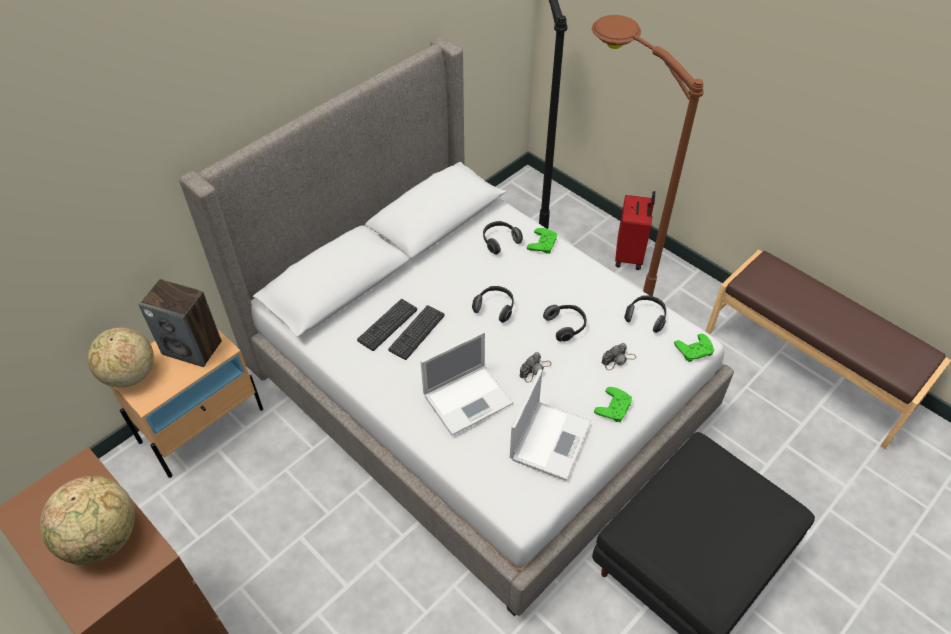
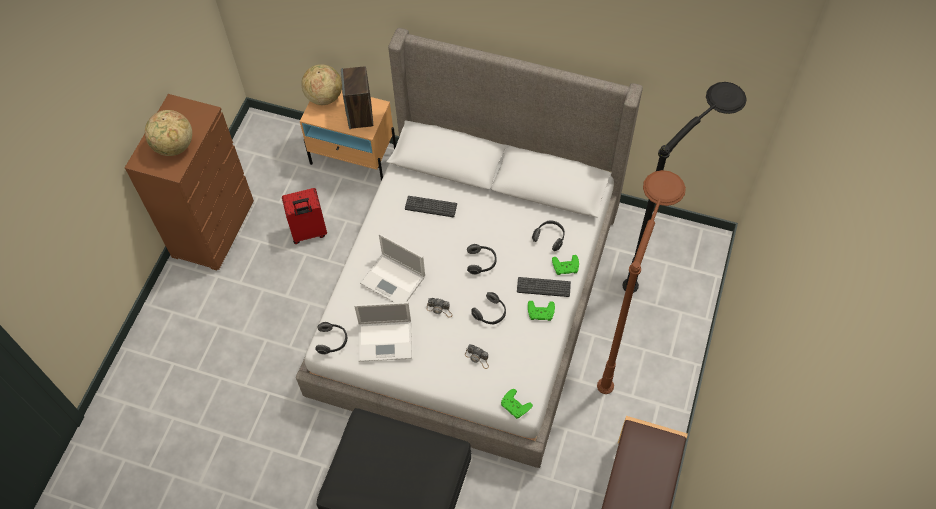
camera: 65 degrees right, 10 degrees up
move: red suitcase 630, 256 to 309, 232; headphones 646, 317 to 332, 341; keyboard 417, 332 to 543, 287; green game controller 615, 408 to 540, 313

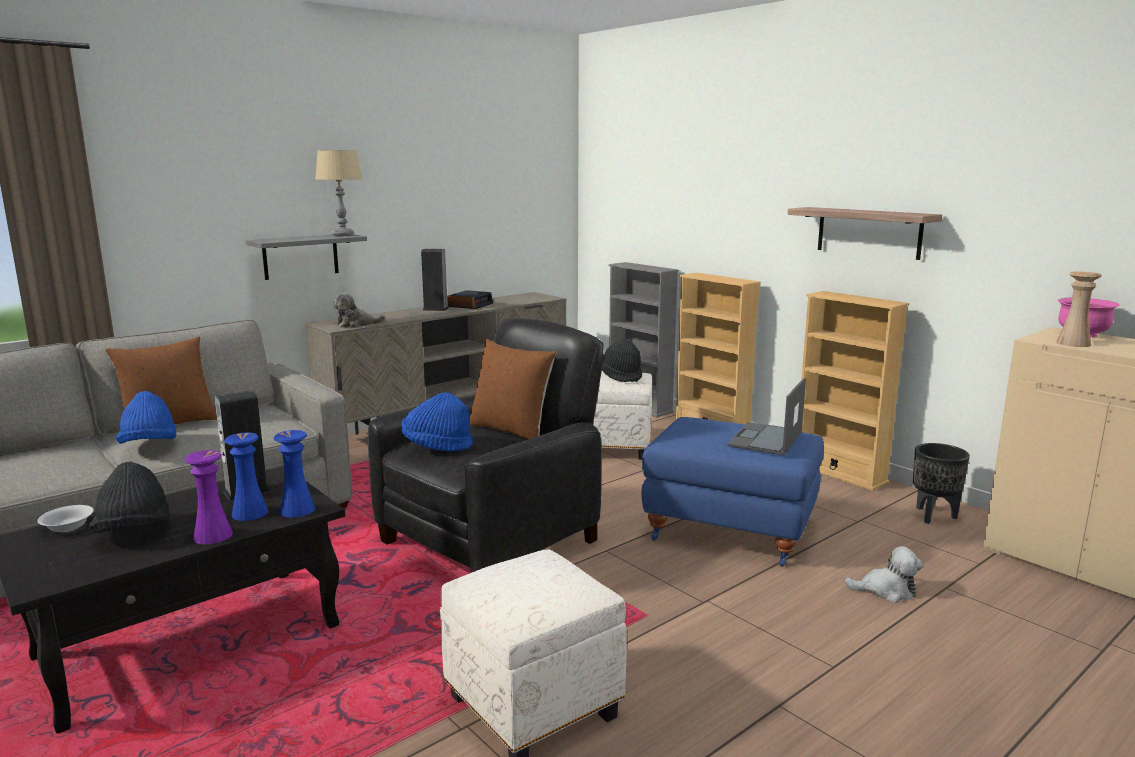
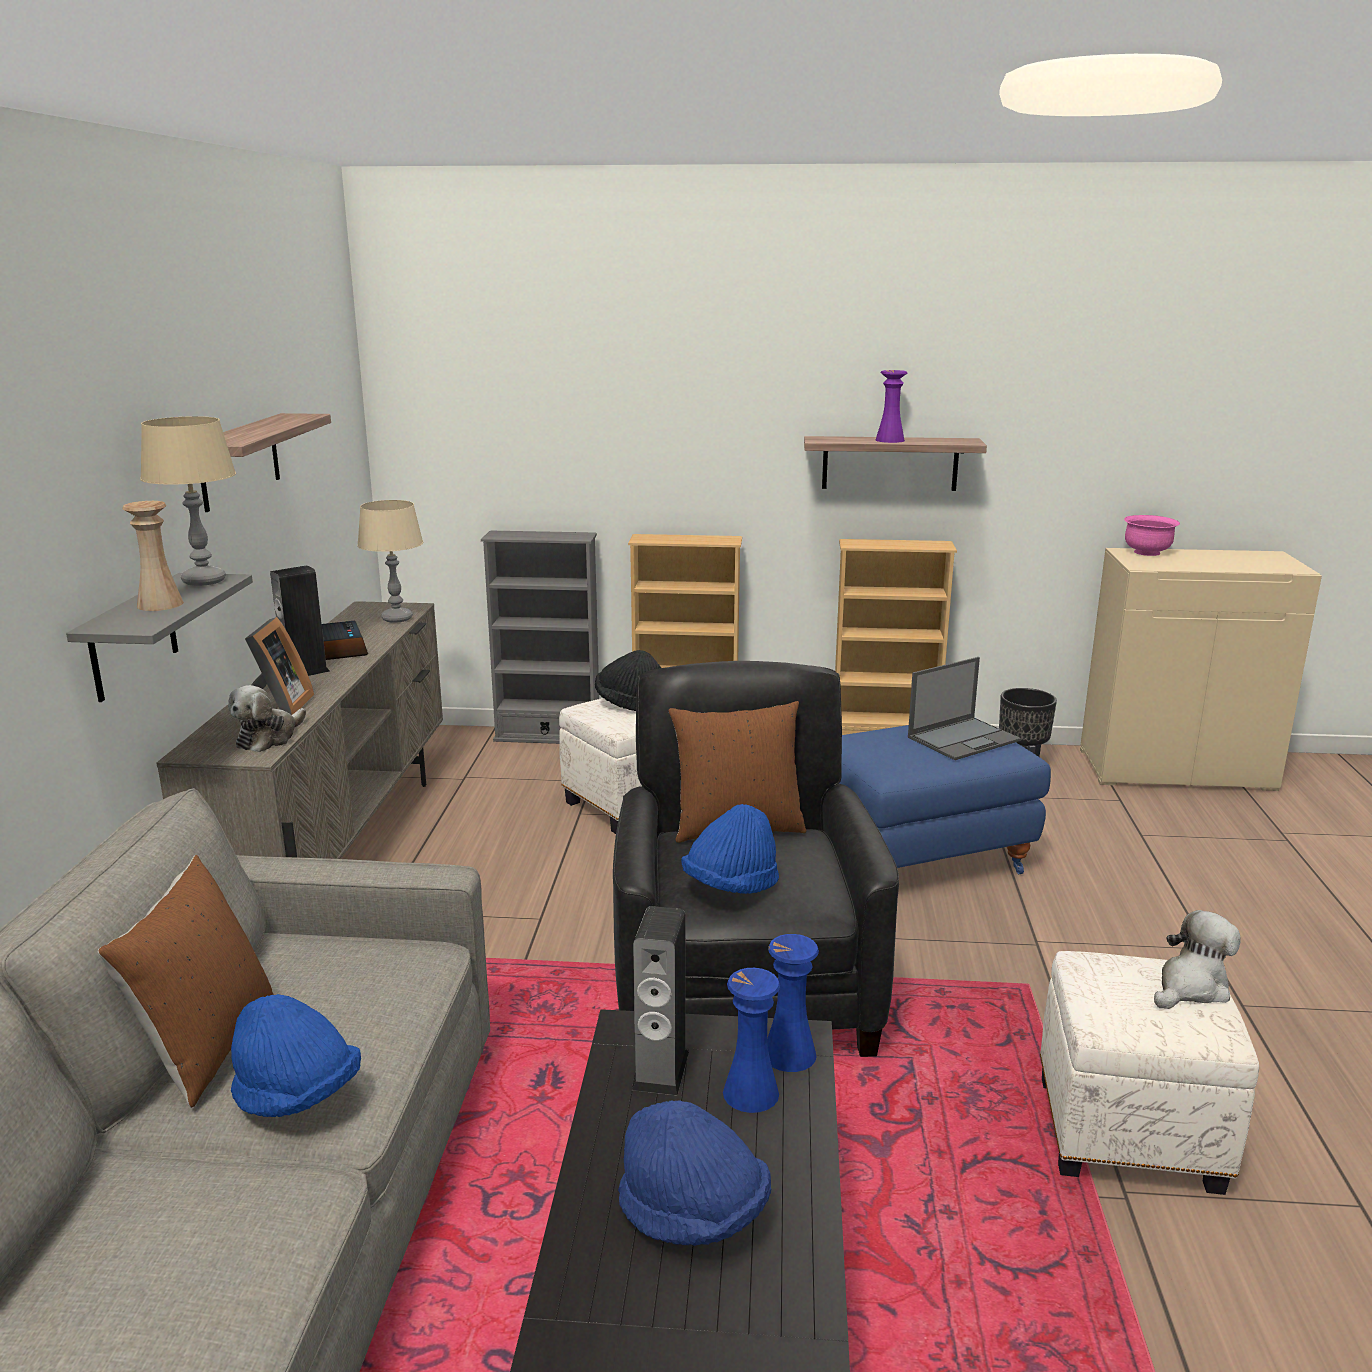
camera: 45 degrees left, 5 degrees up
delete: white bowl 68, 527
insert: shelf 239, 461; beige table lamp 397, 618; picture frame 277, 708
move: beige vase 1073, 343 to 160, 604; purple vase 213, 536 to 890, 440; plush toy 886, 591 to 1191, 987
recolor: black hat 134, 532 to blue hat 693, 1214
rotate: laptop 765, 439 = 964, 738 105 degrees counterclockwise

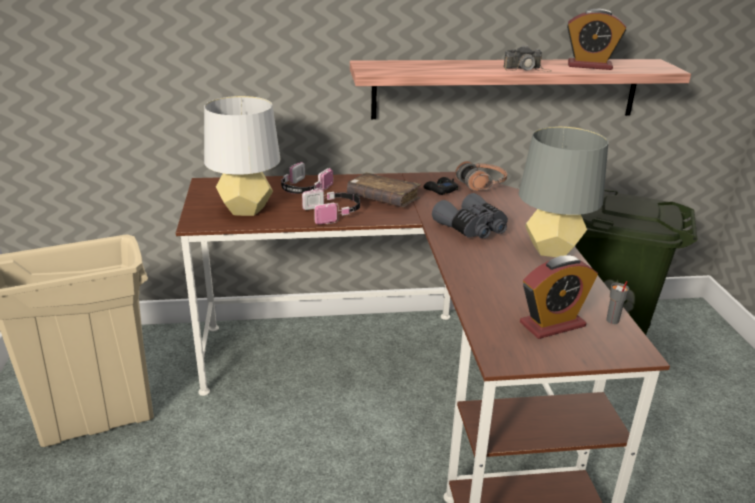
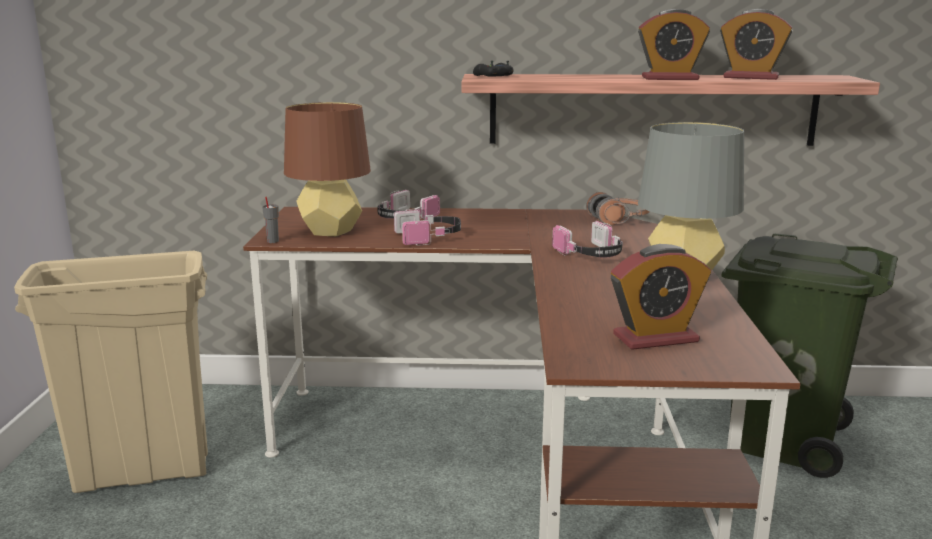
camera: 10 degrees right, 10 degrees down
delete: brown book 383, 199
move: black game controller 440, 190 to 493, 76; grey cup 612, 320 to 272, 241
replace: photo camera 527, 69 to alarm clock 670, 78; grey binoculars 472, 228 to headphones 591, 255
recolor: grey table lamp 246, 209 to brown table lamp 330, 231

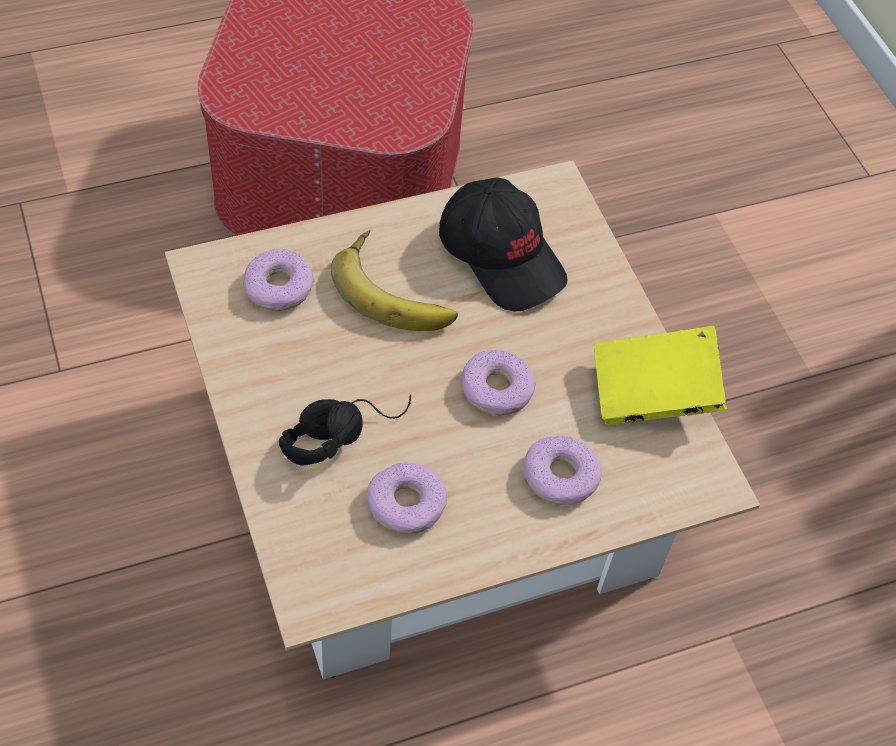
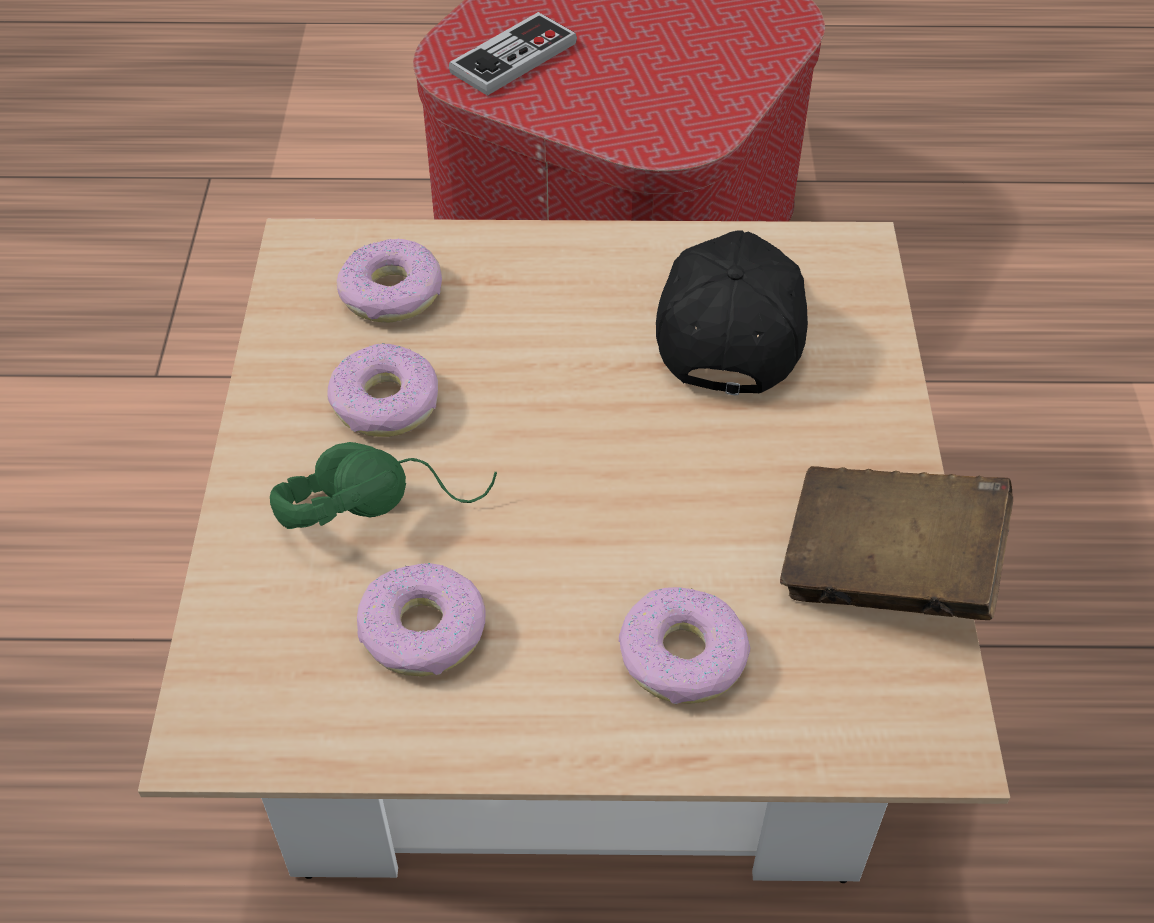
camera: 25 degrees right, 5 degrees down
delete: banana 397, 290
insert: game controller 513, 58
move: donut 496, 390 to 385, 404
recolor: yellow book 653, 395 to brown book 887, 573; black headphones 342, 430 to green headphones 382, 500
rotate: black cap 502, 257 = 730, 324 150 degrees counterclockwise

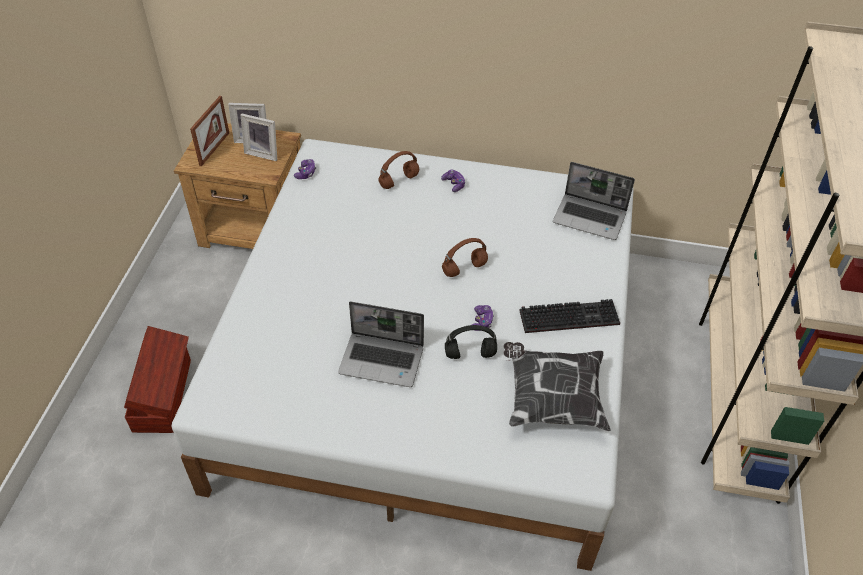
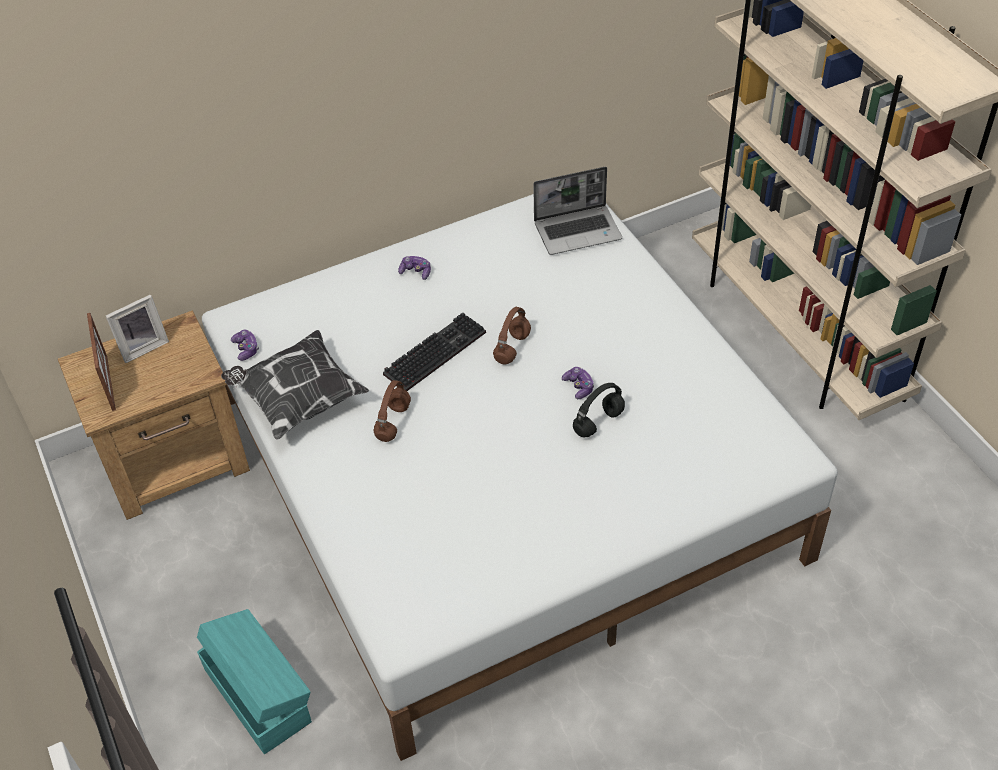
camera: 35 degrees left, 0 degrees up
delete: picture frame 263, 152; laptop 383, 360
move: brown headphones 399, 180 to 393, 421; keyboard 570, 316 to 435, 351; pillow 552, 398 to 298, 399
recolor: brown storage box 164, 394 to turquoise storage box 258, 693

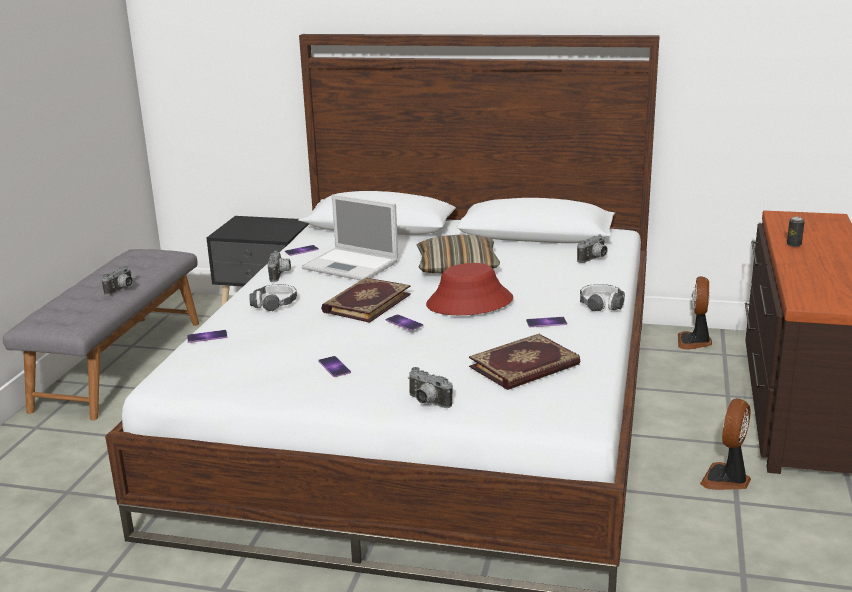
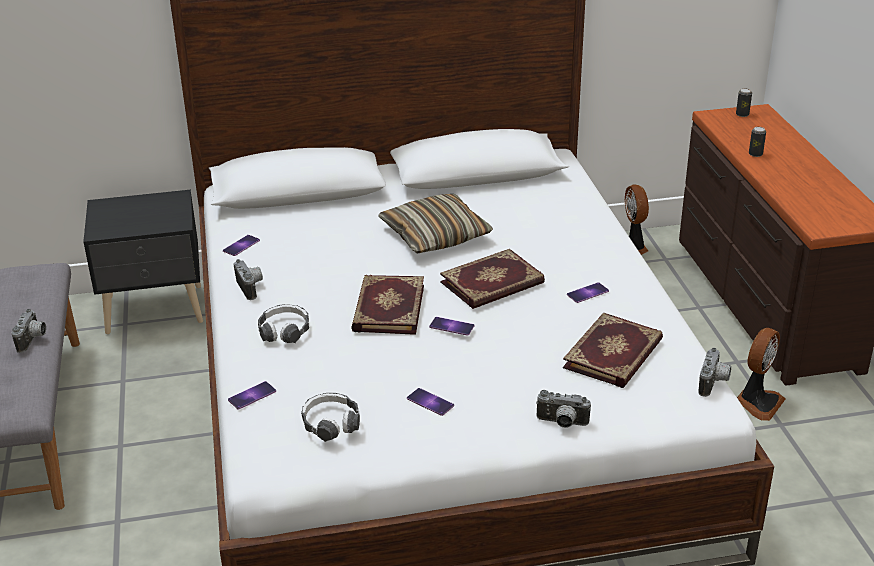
camera: 25 degrees left, 10 degrees up
delete: laptop 352, 265
insert: can 742, 114
move: photo camera 594, 259 to 714, 383; headphones 601, 304 to 331, 423
replace: red hat 469, 302 to book 493, 283
rotate: fan 727, 479 = 758, 402 150 degrees counterclockwise

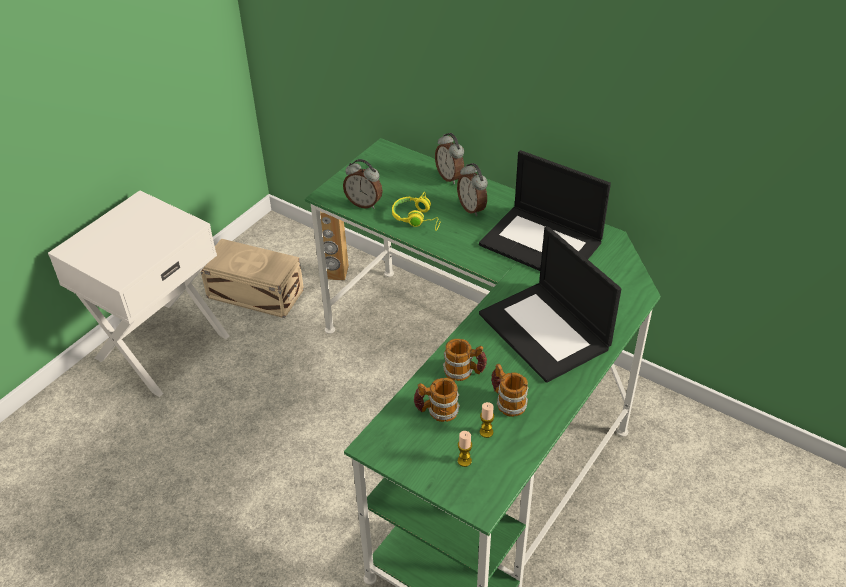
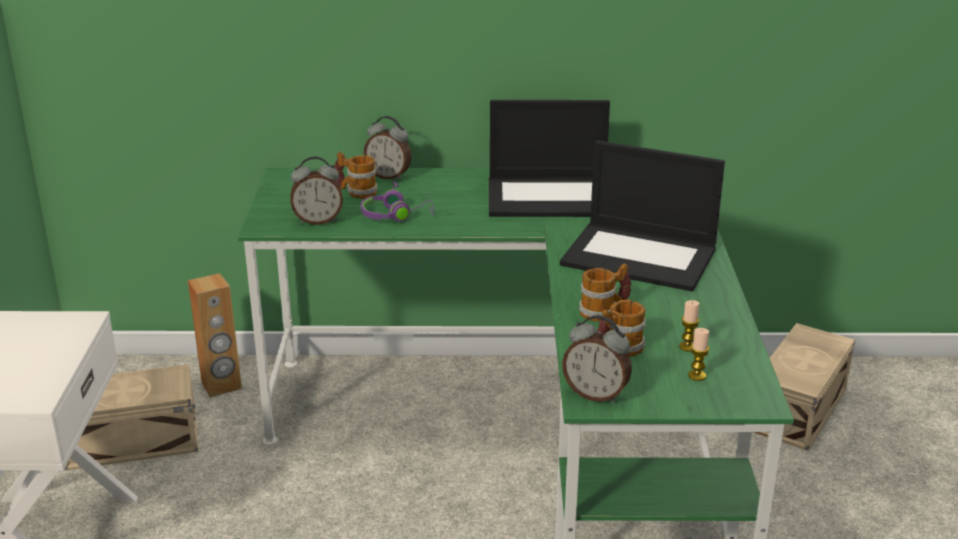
camera: 35 degrees left, 15 degrees down
insert: beige storage box 800, 409
move: alarm clock 472, 208 to 596, 394; mug 507, 401 to 356, 192
recolor: yellow headphones 417, 219 to purple headphones 395, 216

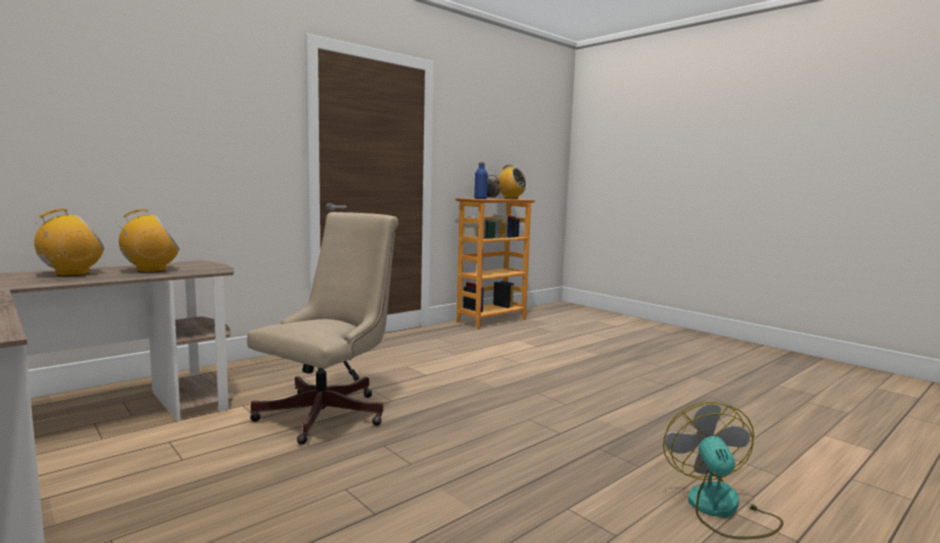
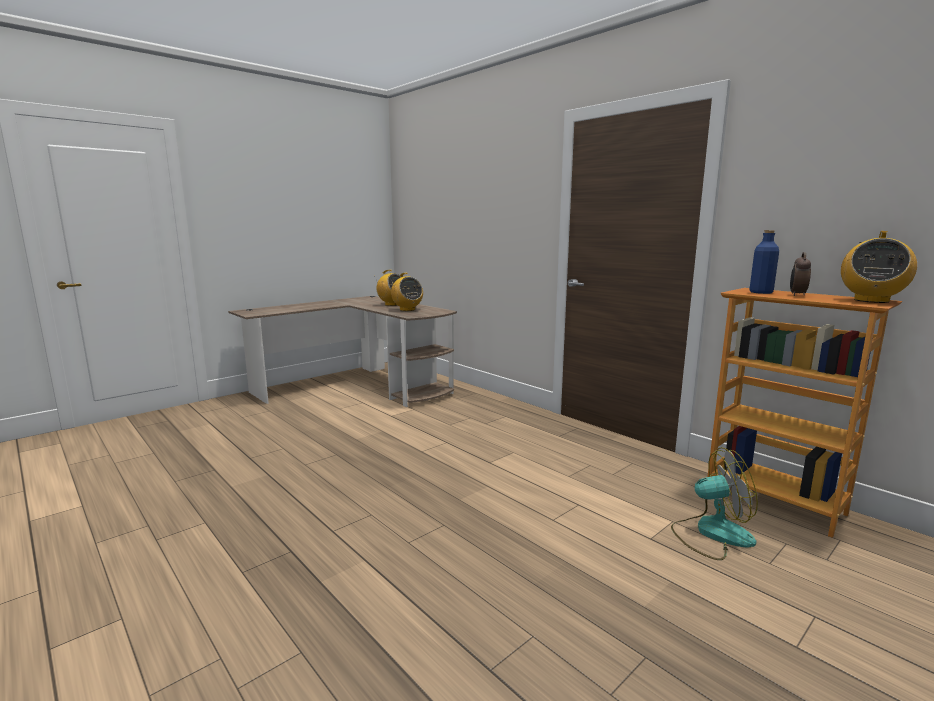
camera: 90 degrees right, 5 degrees up
delete: beige office chair 330, 412
move: fan 721, 510 to 711, 533

